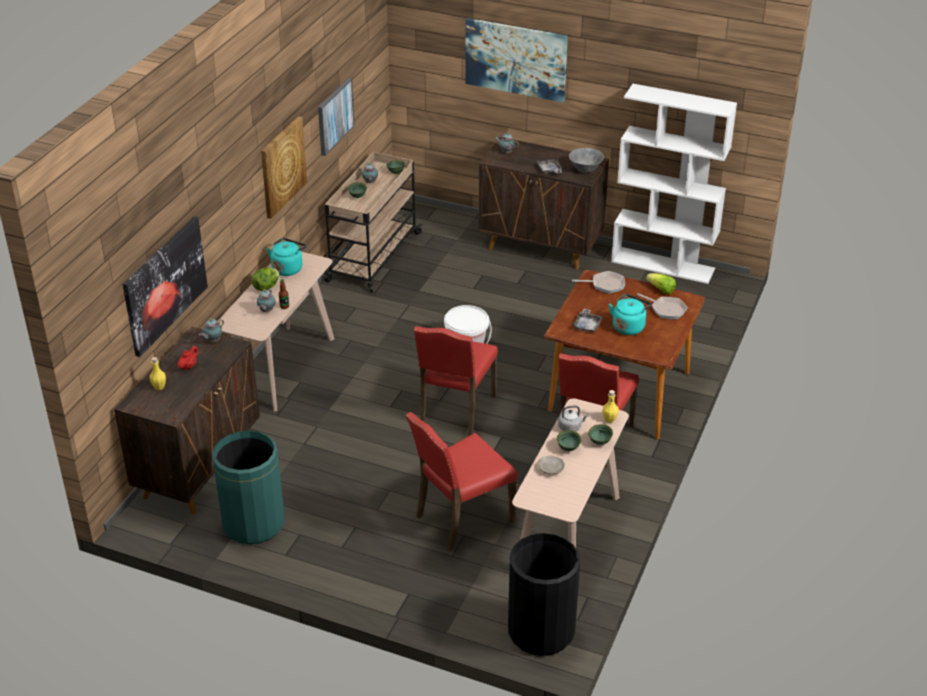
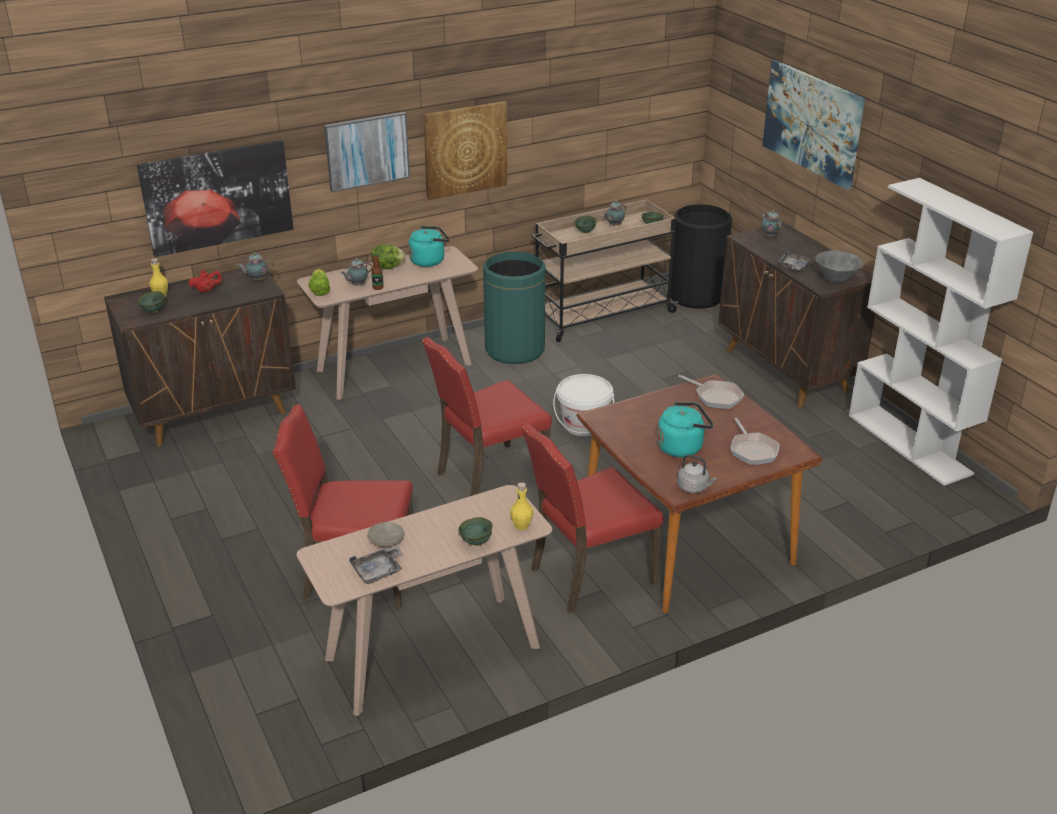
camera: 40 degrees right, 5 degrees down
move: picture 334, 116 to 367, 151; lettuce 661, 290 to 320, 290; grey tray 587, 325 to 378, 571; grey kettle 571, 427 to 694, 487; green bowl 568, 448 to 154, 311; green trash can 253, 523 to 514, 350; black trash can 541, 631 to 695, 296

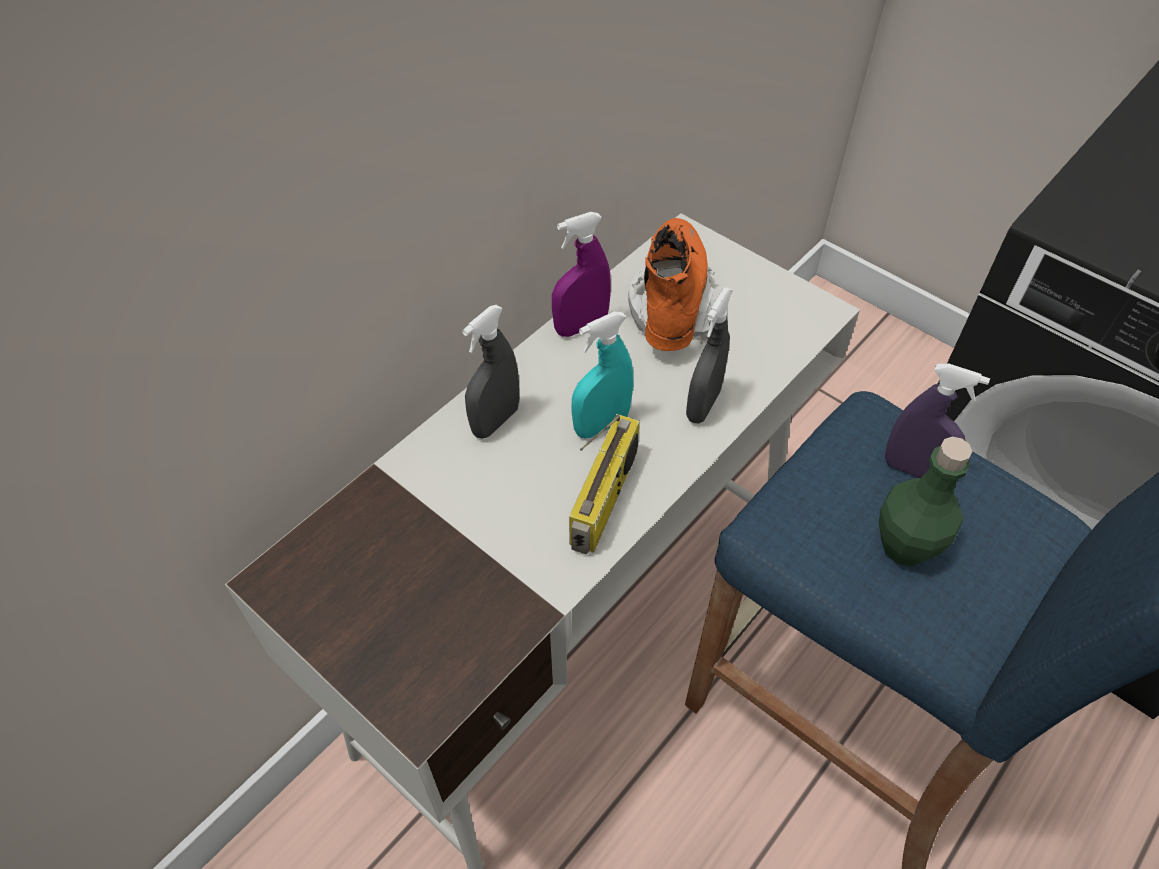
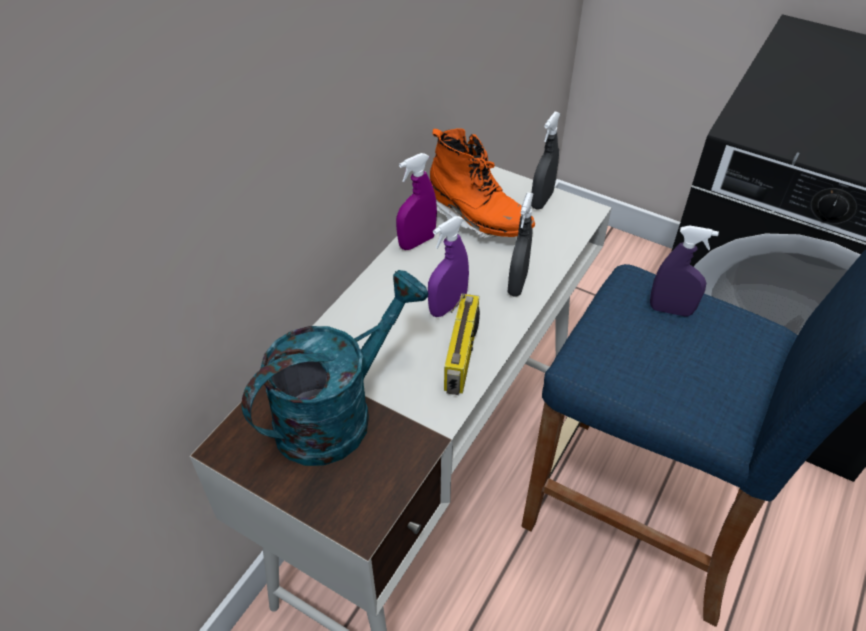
camera: 10 degrees left, 5 degrees down
delete: green bottle 904, 546
insert: turquoise watering can 337, 412
move: grey spray bottle 495, 421 to 541, 200
recolor: turquoise spray bottle 601, 425 to purple spray bottle 447, 306
rotate: orange boot 670, 305 = 478, 220 135 degrees clockwise

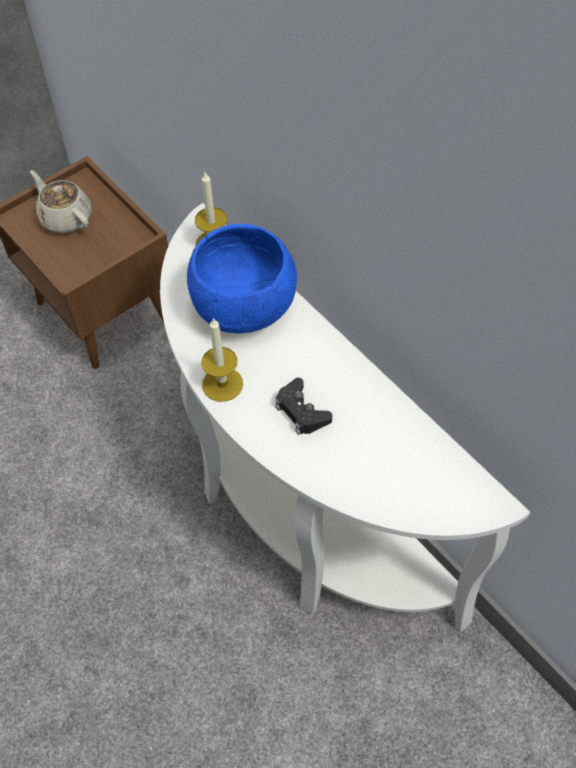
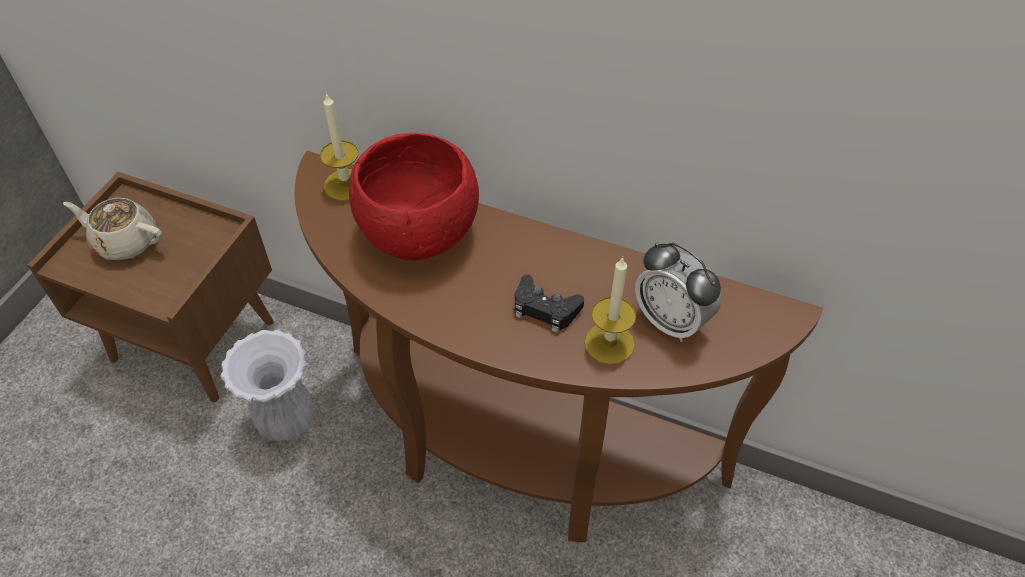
camera: 30 degrees left, 5 degrees down
insert: alarm clock 671, 321; white vase 288, 420
move: candle 222, 384 to 609, 343
recolor: white console table 300, 515 to brown console table 516, 451; blue bowl 243, 308 to red bowl 417, 233

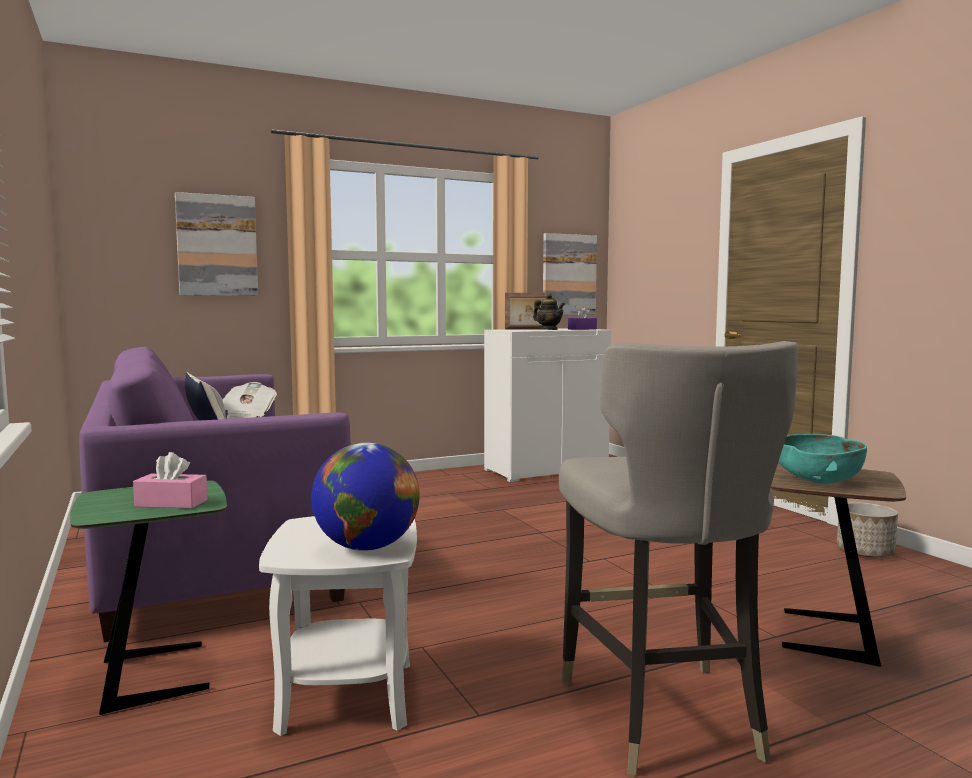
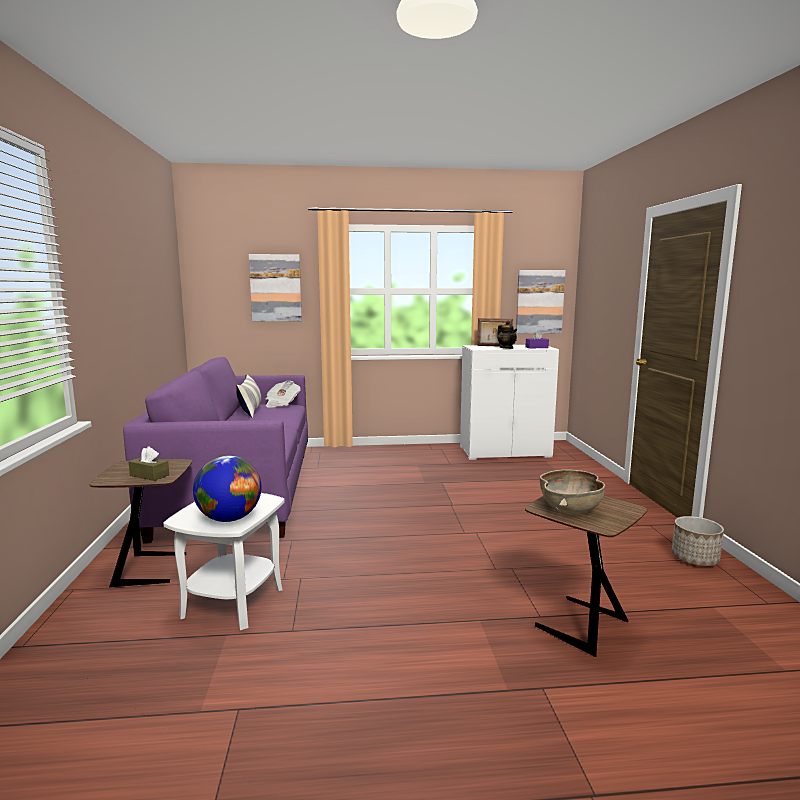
camera: 20 degrees right, 5 degrees up
delete: grey stool 663, 717
recolor: turquoise bowl 818, 480 to brown bowl 570, 509; pink tissue box 171, 503 to brown tissue box 149, 475; green side table 159, 675 to brown side table 153, 569

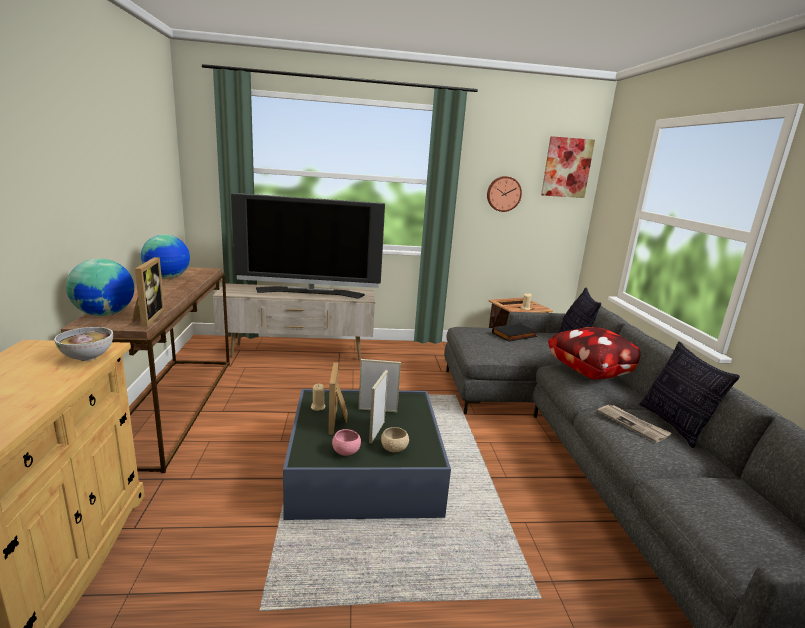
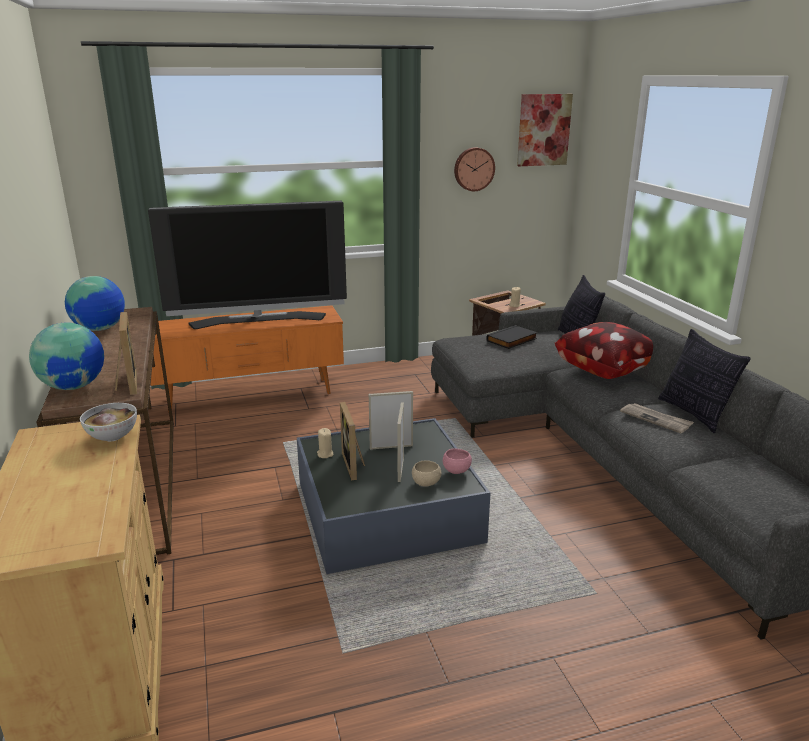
camera: 10 degrees left, 5 degrees up
move: pink bowl 346, 452 to 456, 471
recolor: beige tv stand 298, 353 to orange tv stand 250, 396

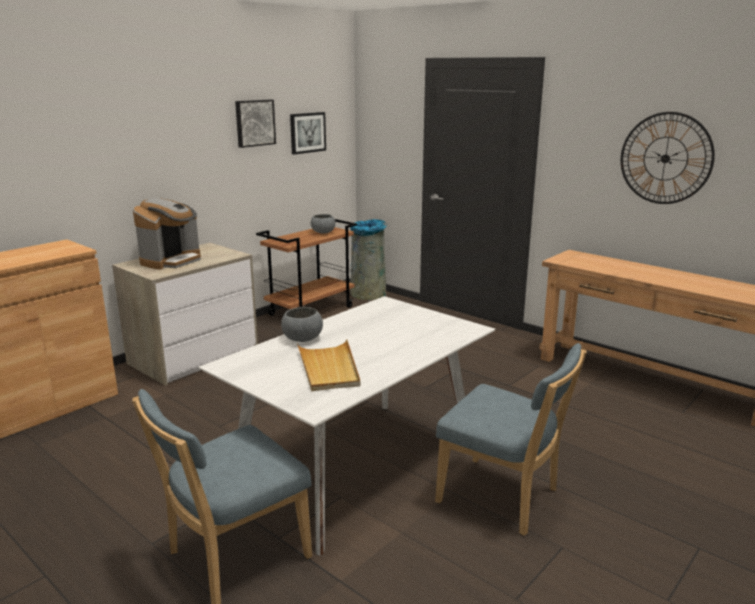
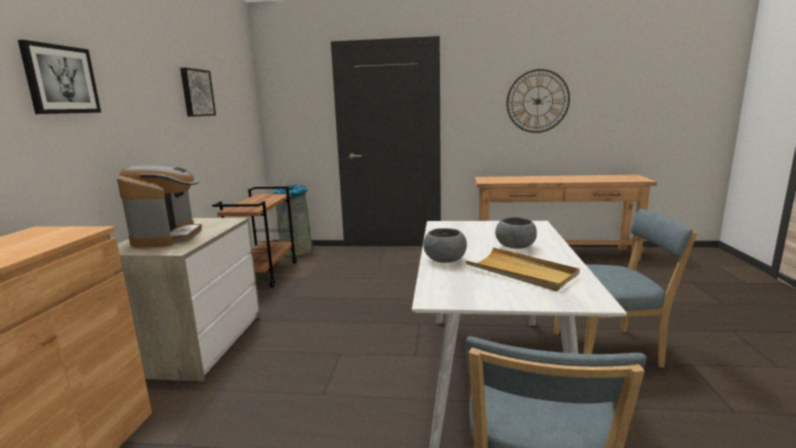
camera: 35 degrees left, 5 degrees down
move: picture 307, 132 to 60, 80; grey bowl 323, 232 to 515, 247

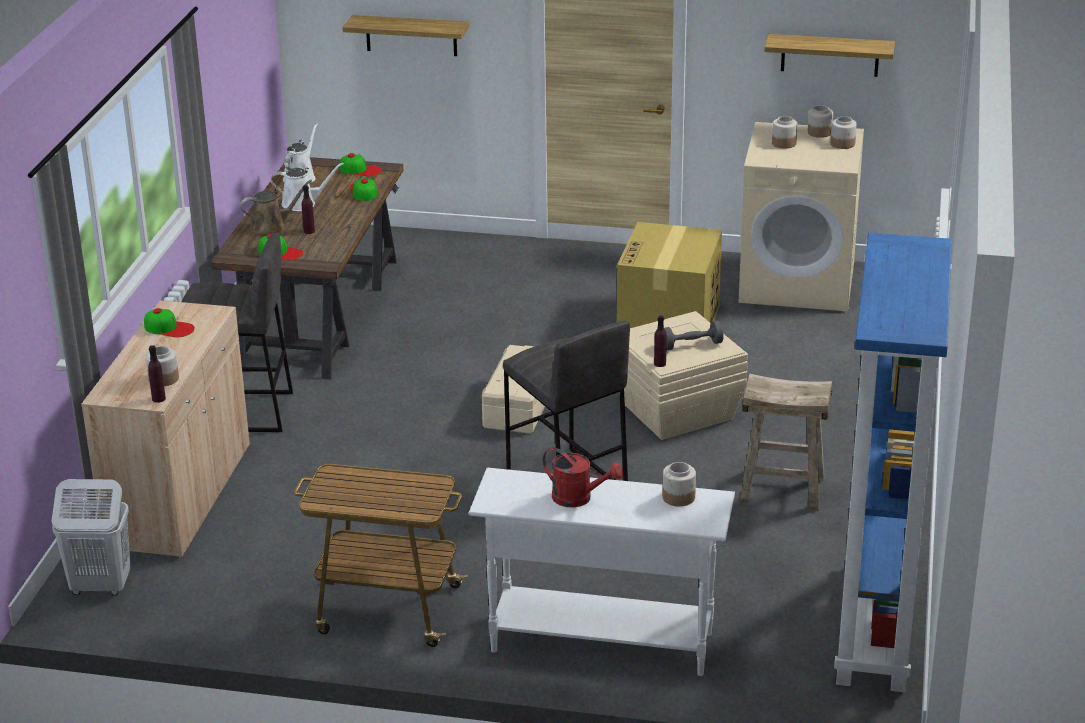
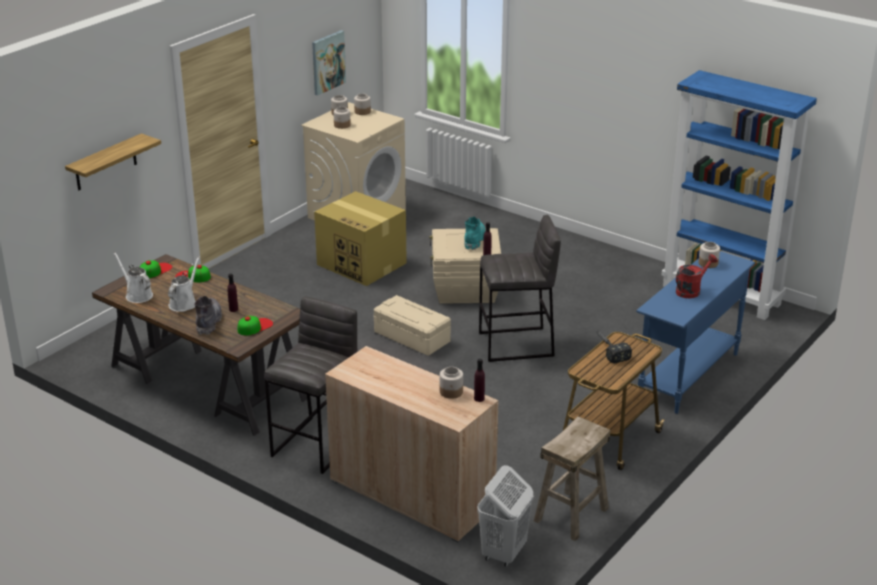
camera: 65 degrees left, 0 degrees up
delete: cap 169, 328
insert: hammer 609, 349
move: beige stool 782, 489 to 571, 514
replace: shelf 830, 55 to picture 328, 62; brown watering can 272, 227 to grey boot 208, 322; grey dumbbell 691, 345 to turquoise boot 474, 240
recolor: white console table 601, 642 to blue console table 688, 376

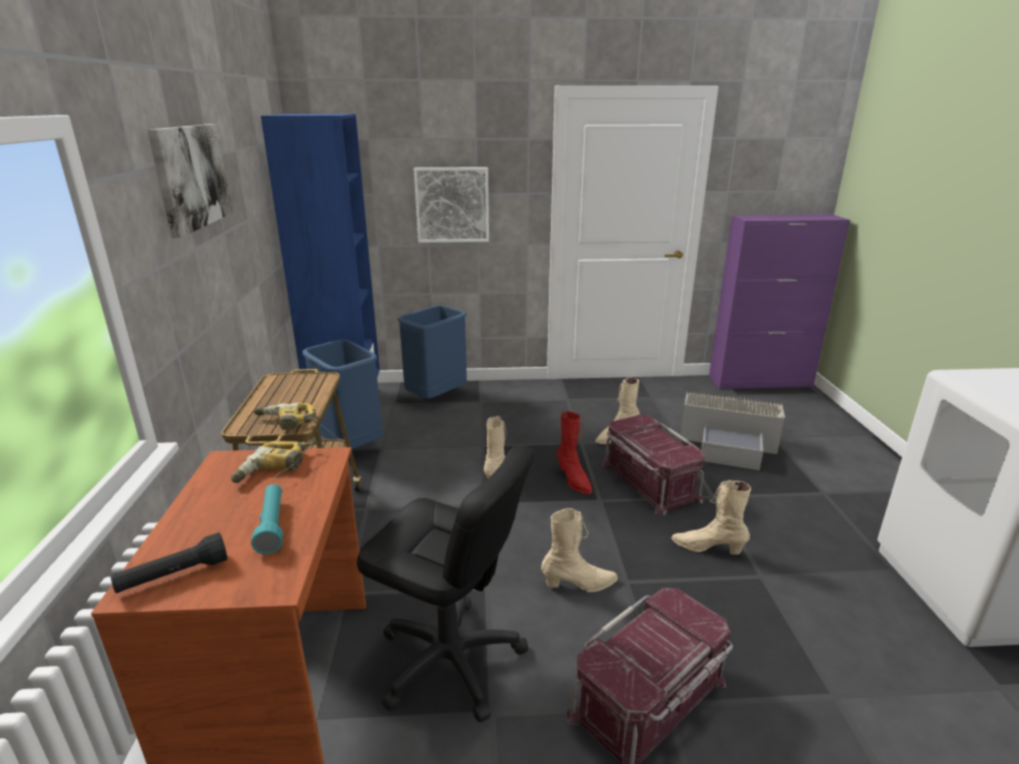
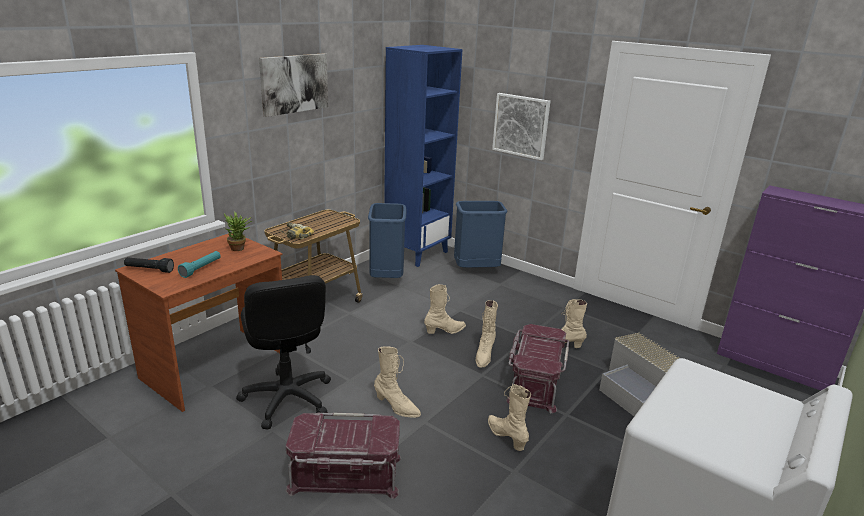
camera: 40 degrees right, 0 degrees up
replace: power drill 276, 469 to potted plant 240, 249
recolor: red boot 573, 480 to beige boot 484, 355

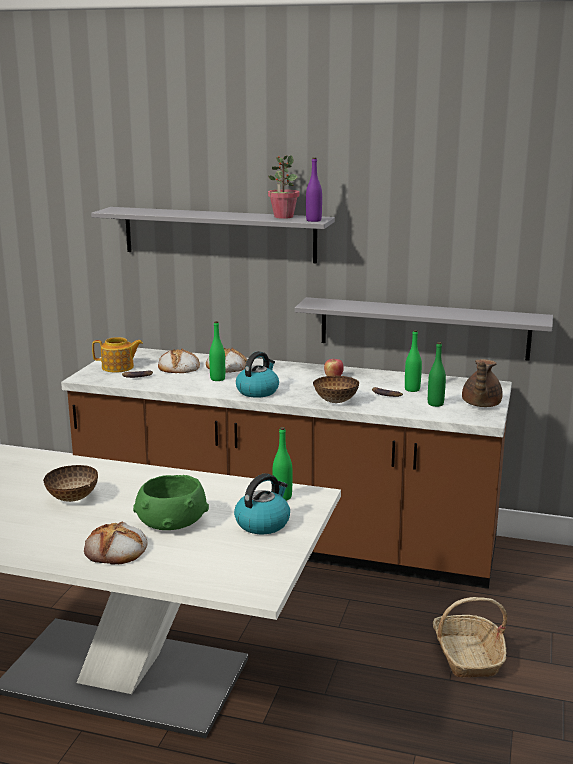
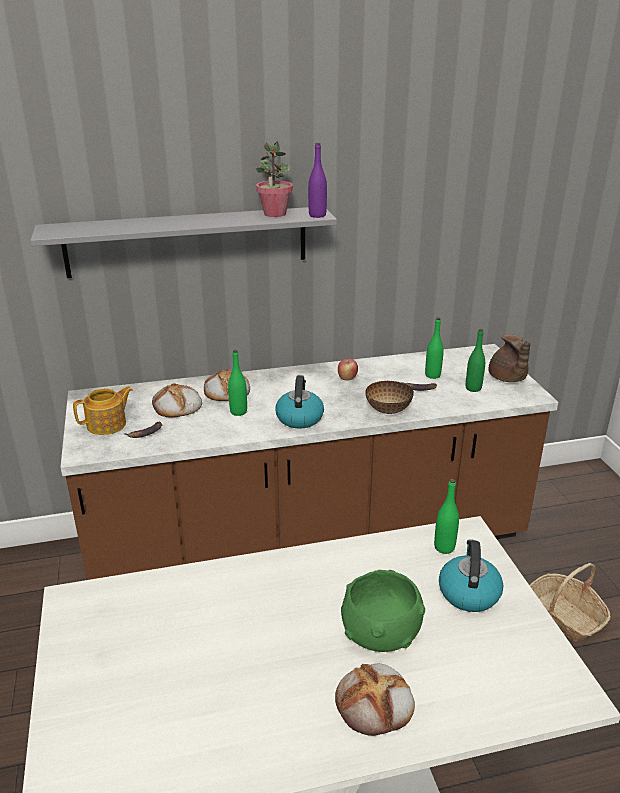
camera: 30 degrees left, 10 degrees up
delete: grey shelf 423, 328; bowl 72, 498

